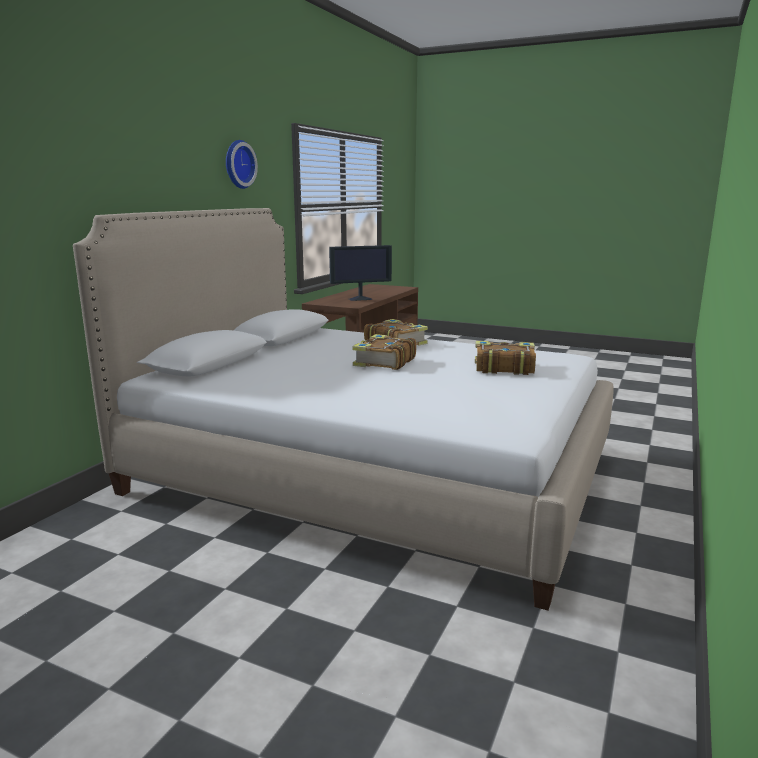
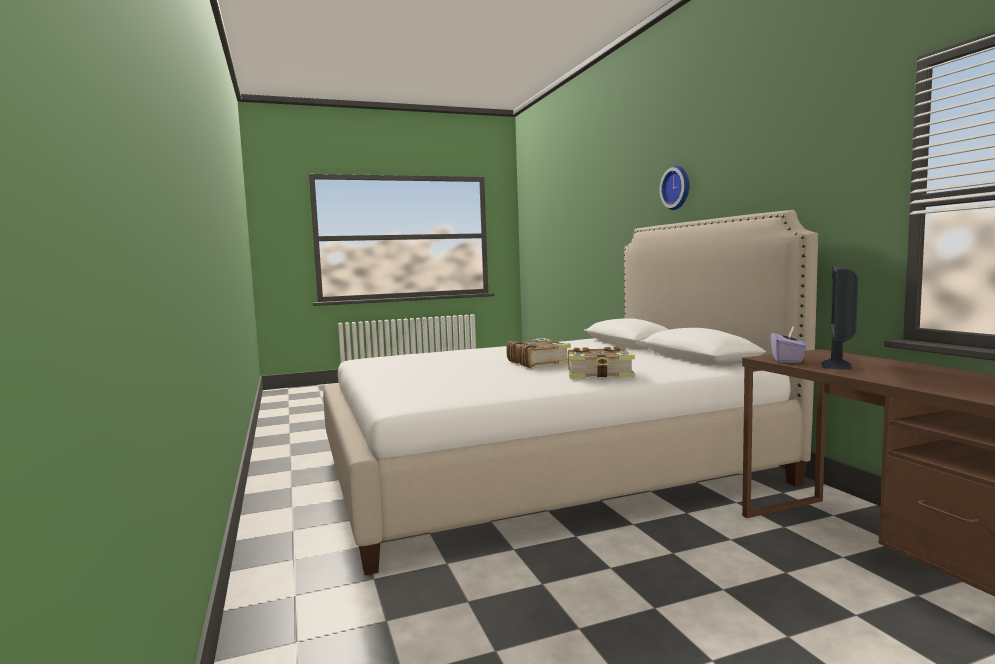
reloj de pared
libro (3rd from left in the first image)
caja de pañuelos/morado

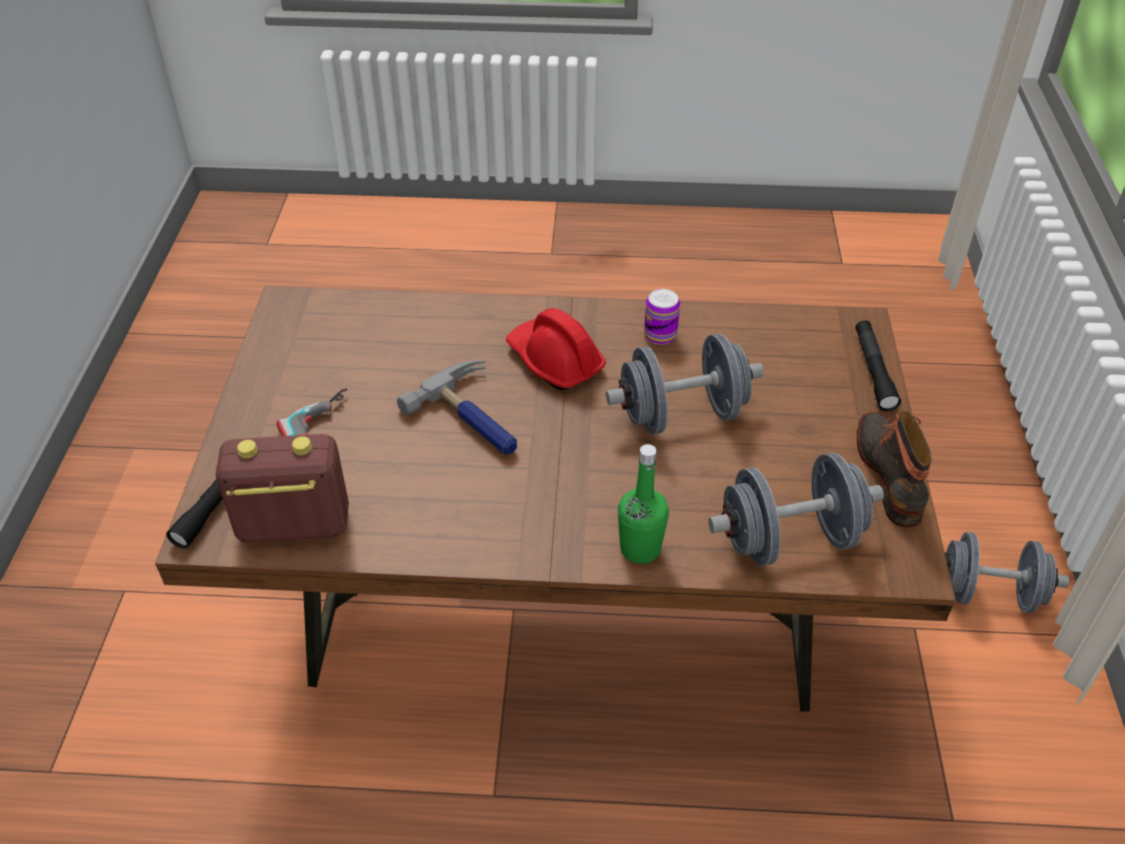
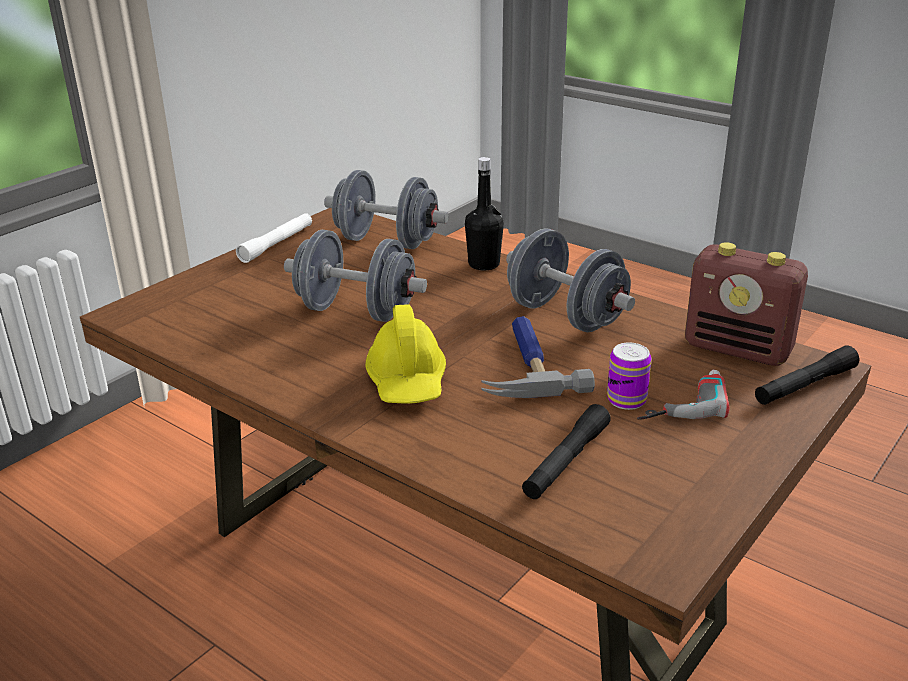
casco/amarillo
botella/negro
lata
linterna/negro (1st from left)
linterna/blanco
mancuerna/gris (3rd from left)

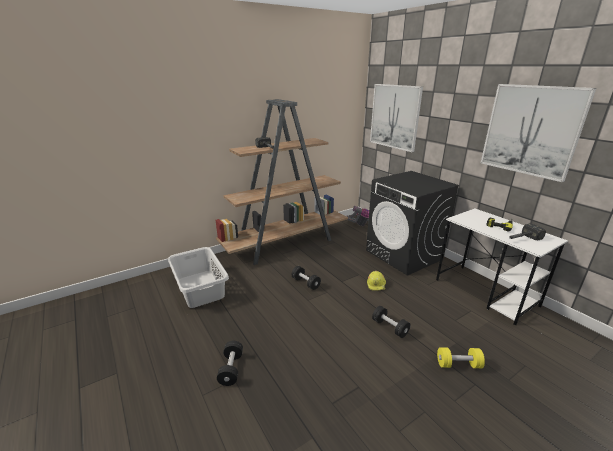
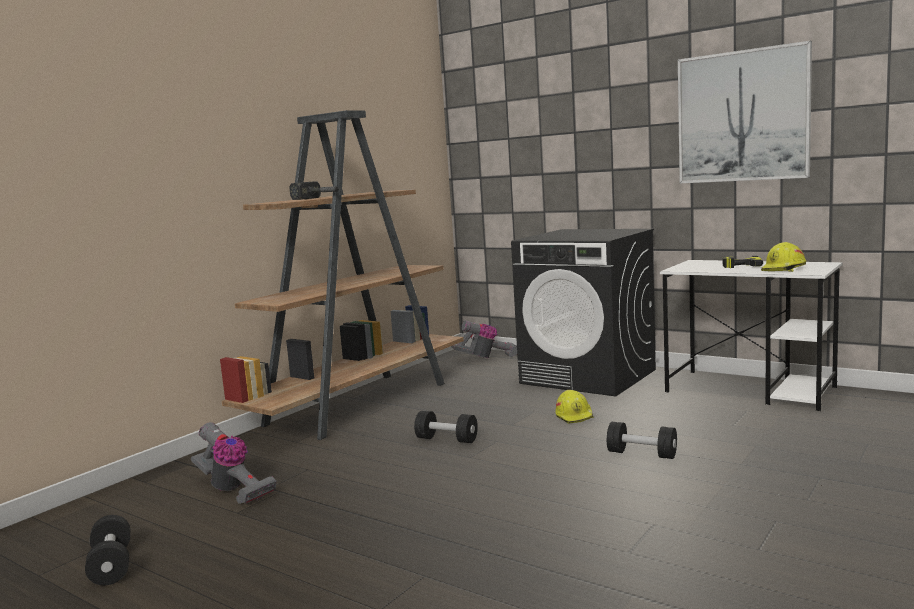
aspiradora (1st from left)
mancuerna/negro (1st from left)
cuadro (1st from left in the first image)
mancuerna/amarillo
casco/amarillo (2nd from left)

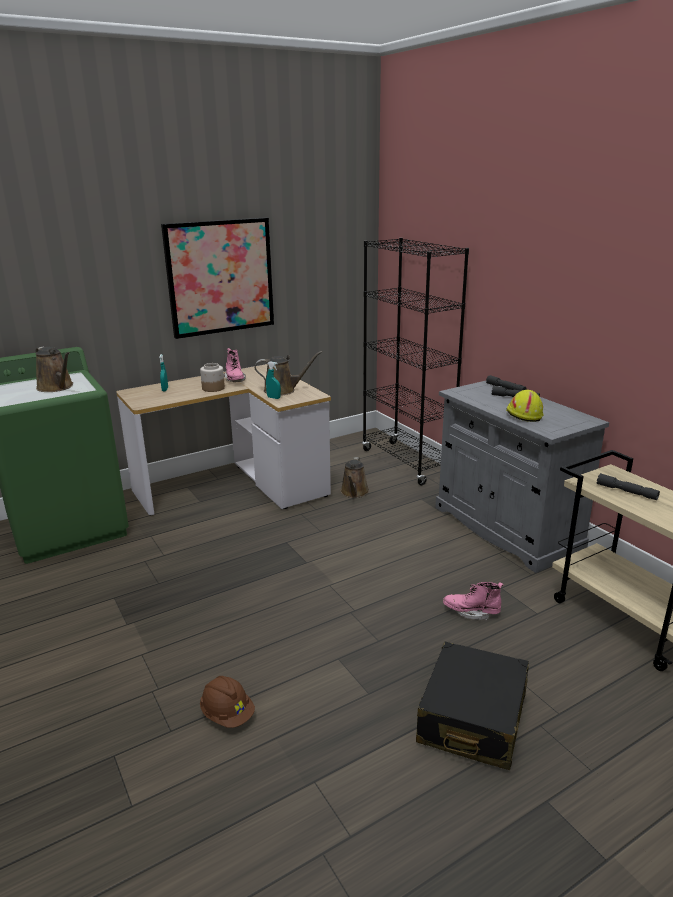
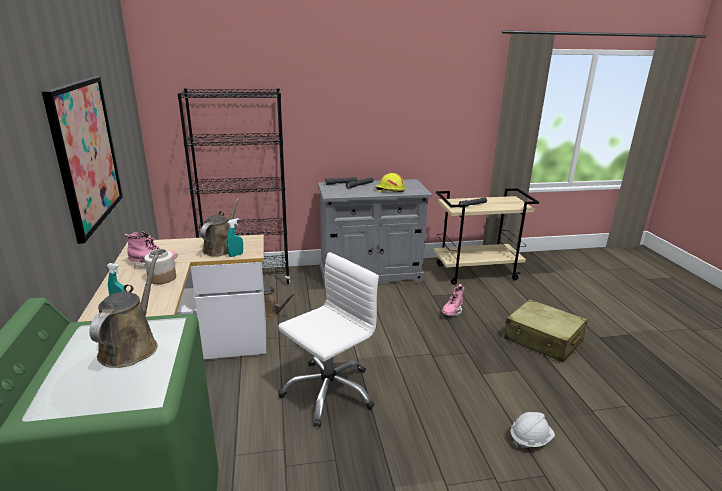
regadera/marrón (1st from left)
casco/blanco
maleta/beis
silla de oficina/blanco

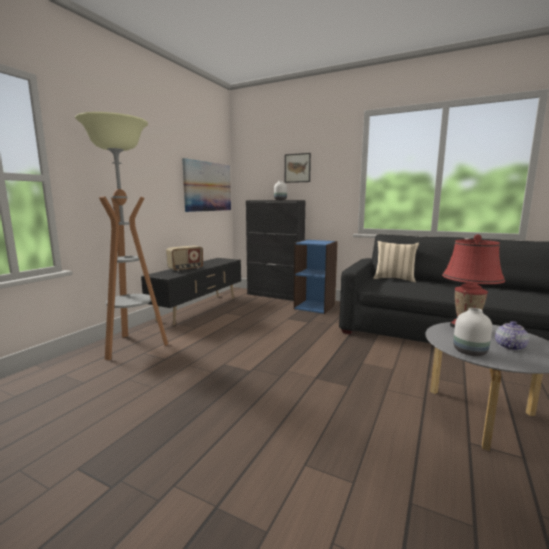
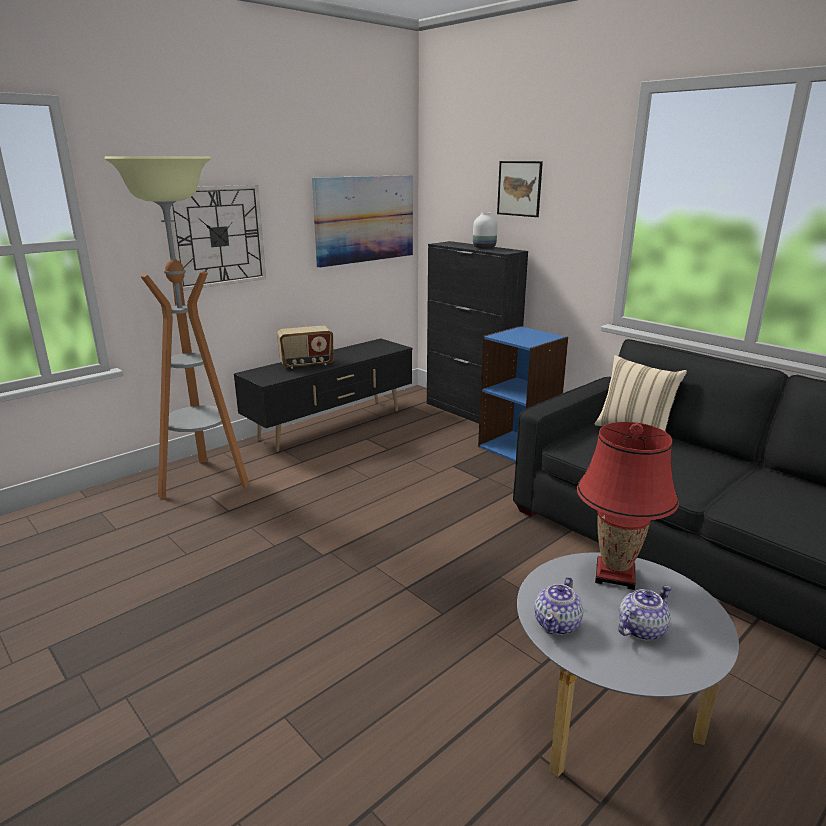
tetera (1st from left)
reloj de pared

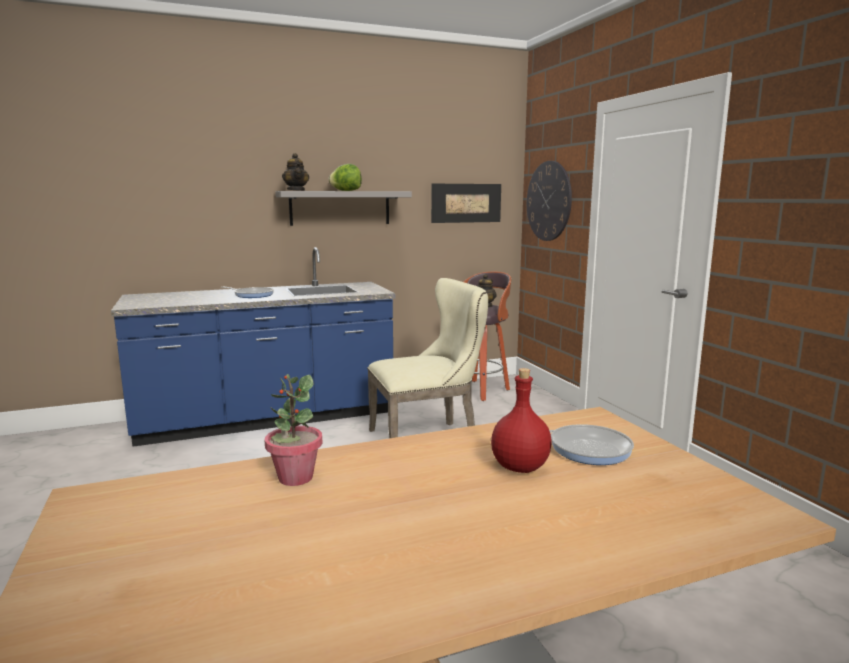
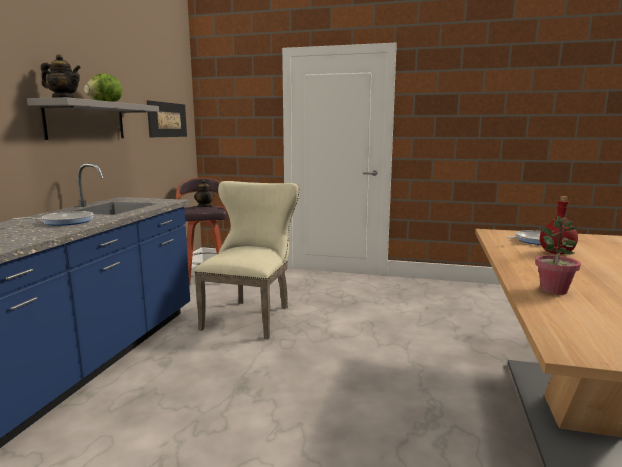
reloj de pared

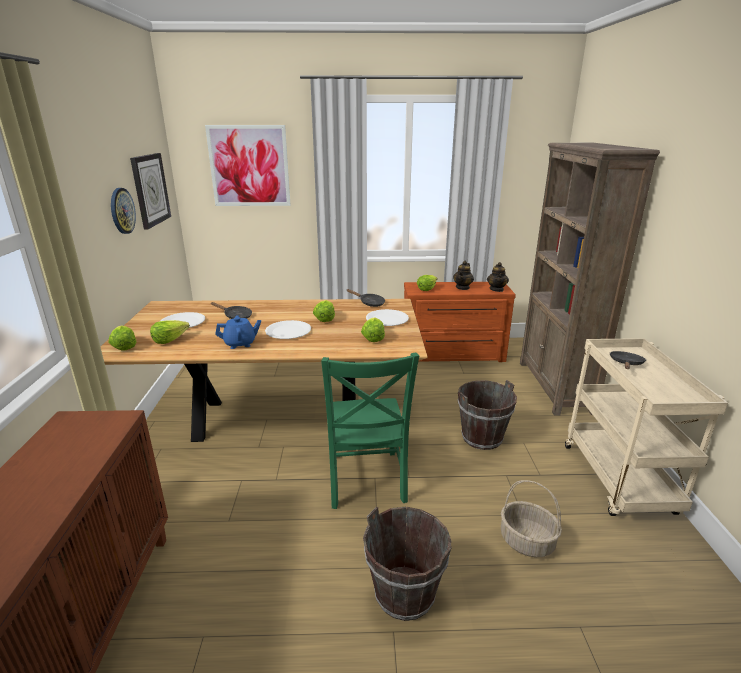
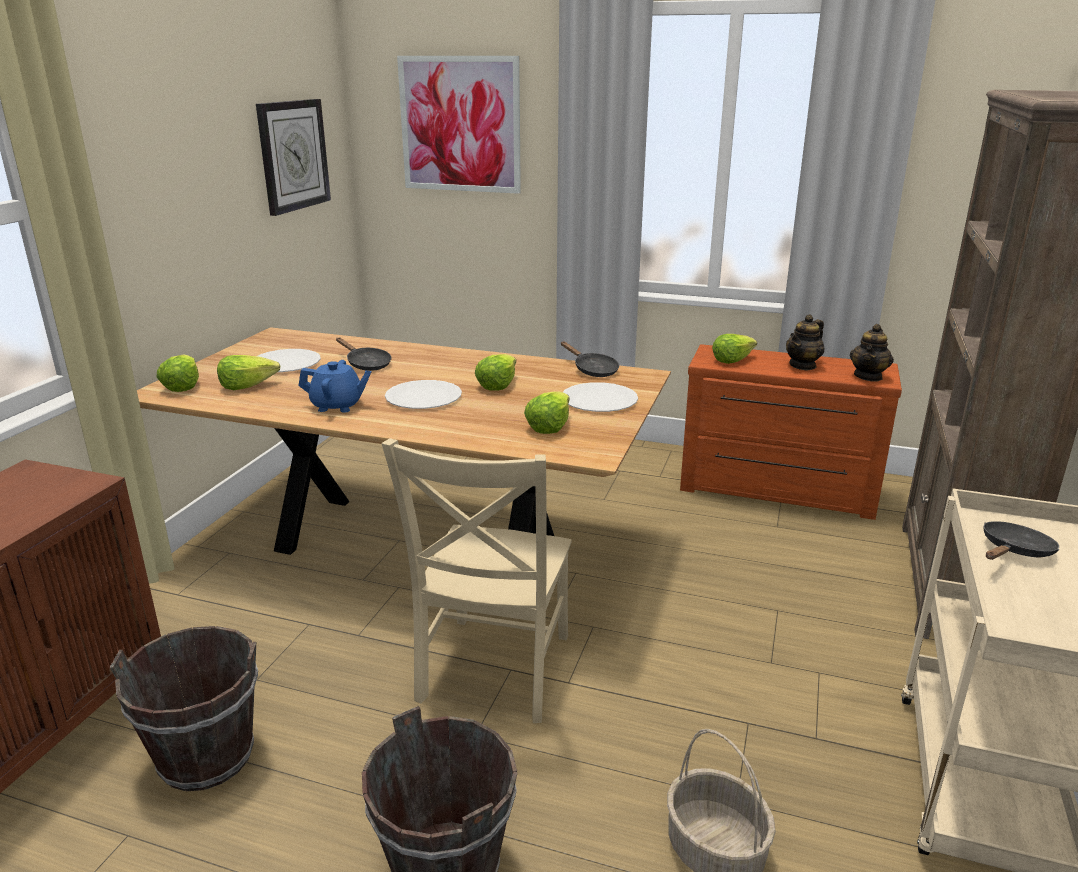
reloj de pared (1st from left in the first image)
silla/beis
cubo/marrón (1st from left)

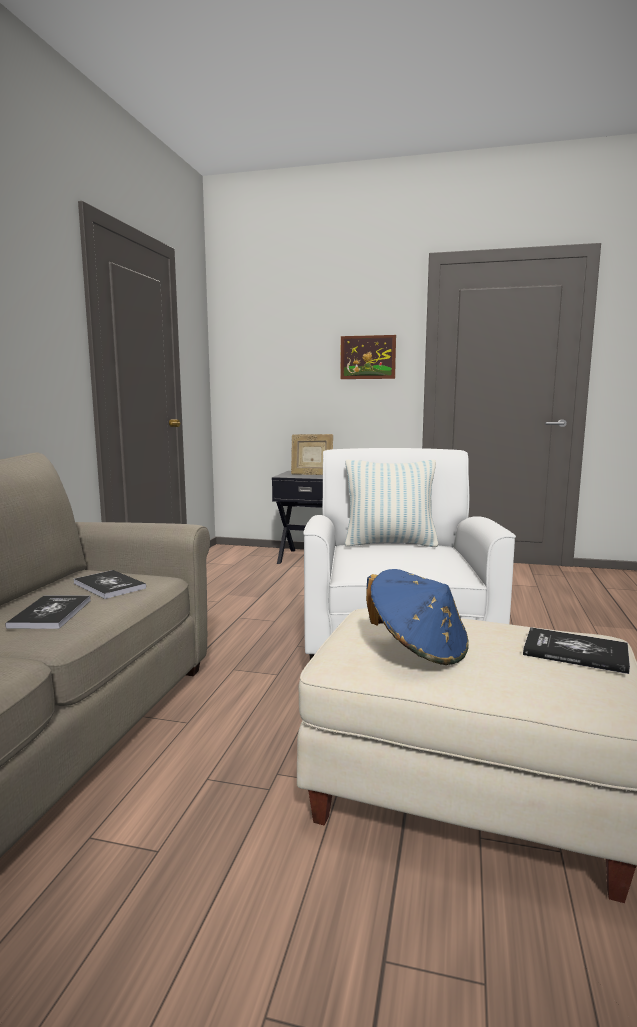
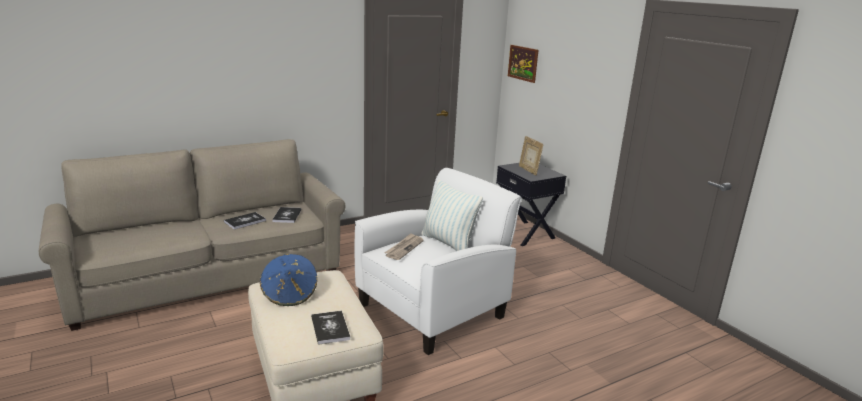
cuadro
periódico

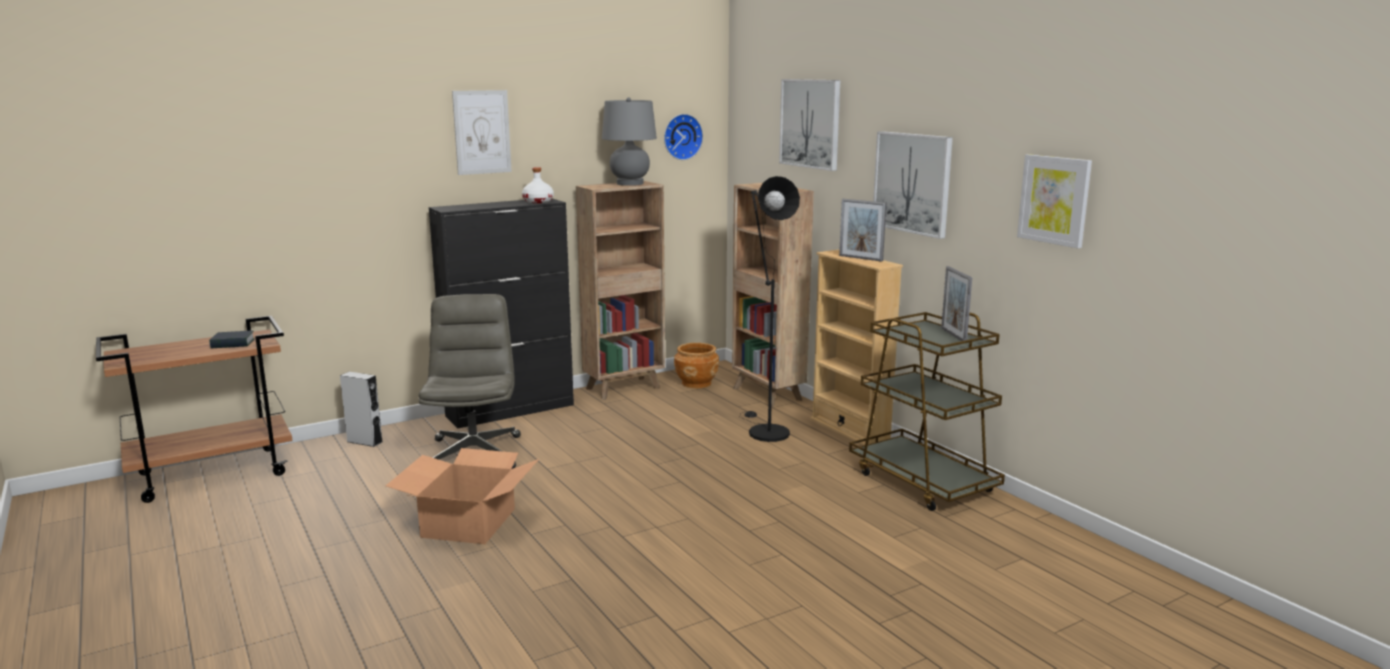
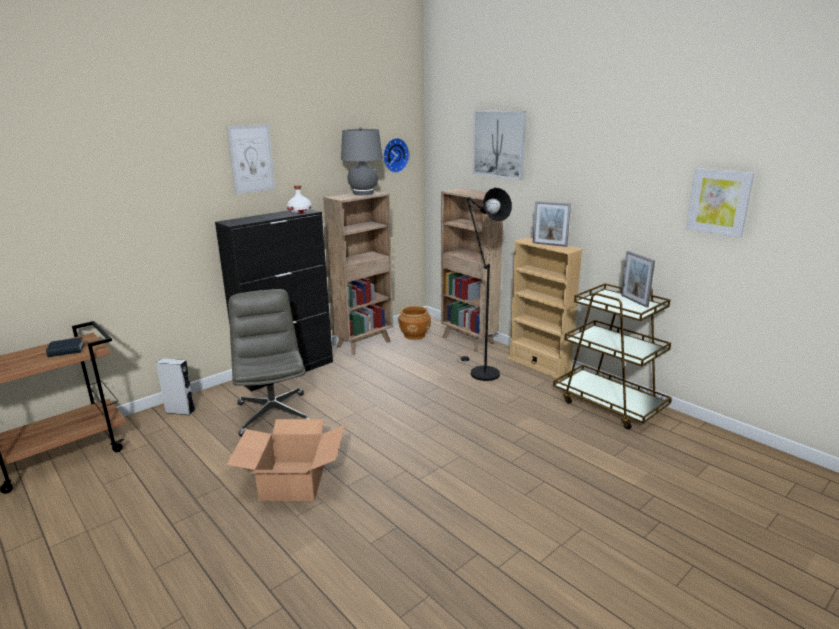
cuadro (3rd from left in the first image)

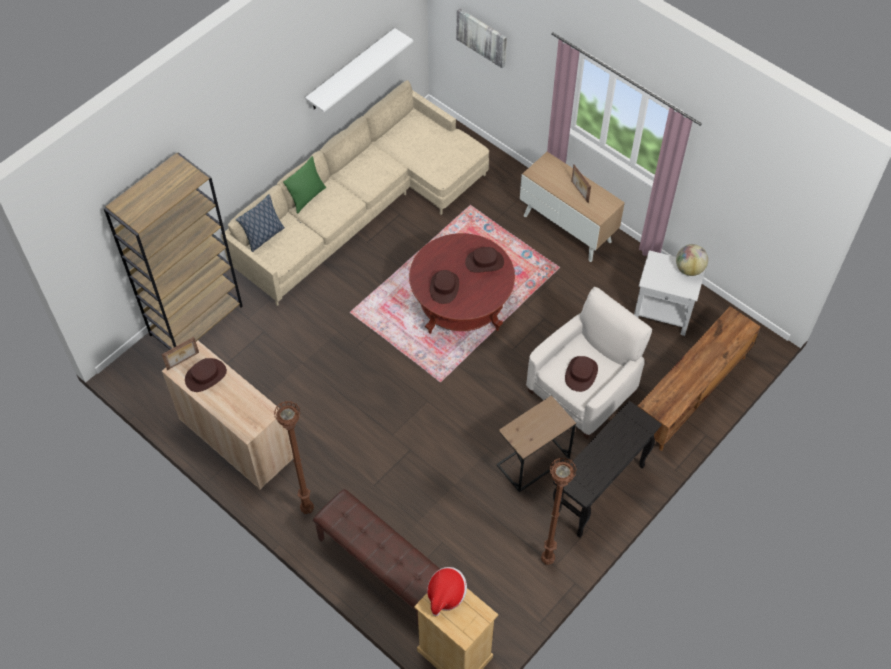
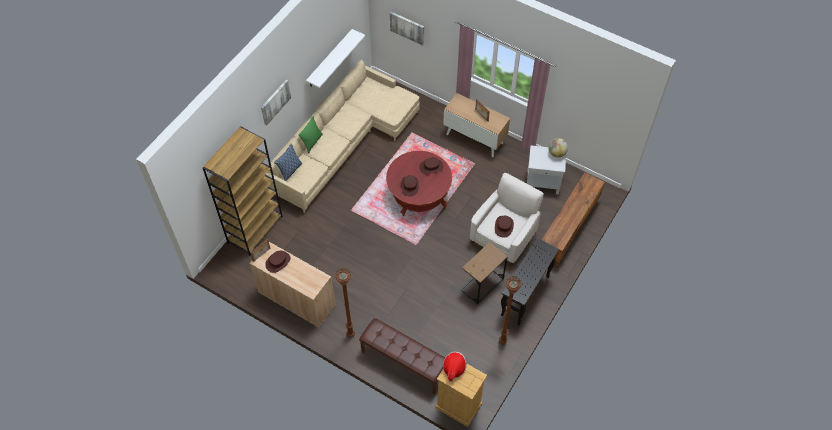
cuadro (1st from left)

